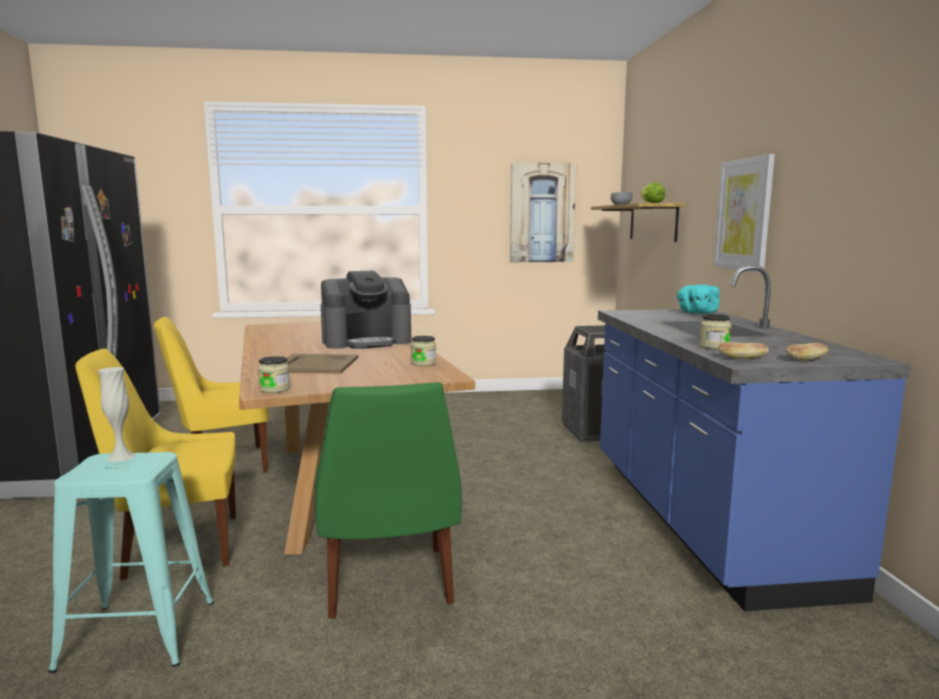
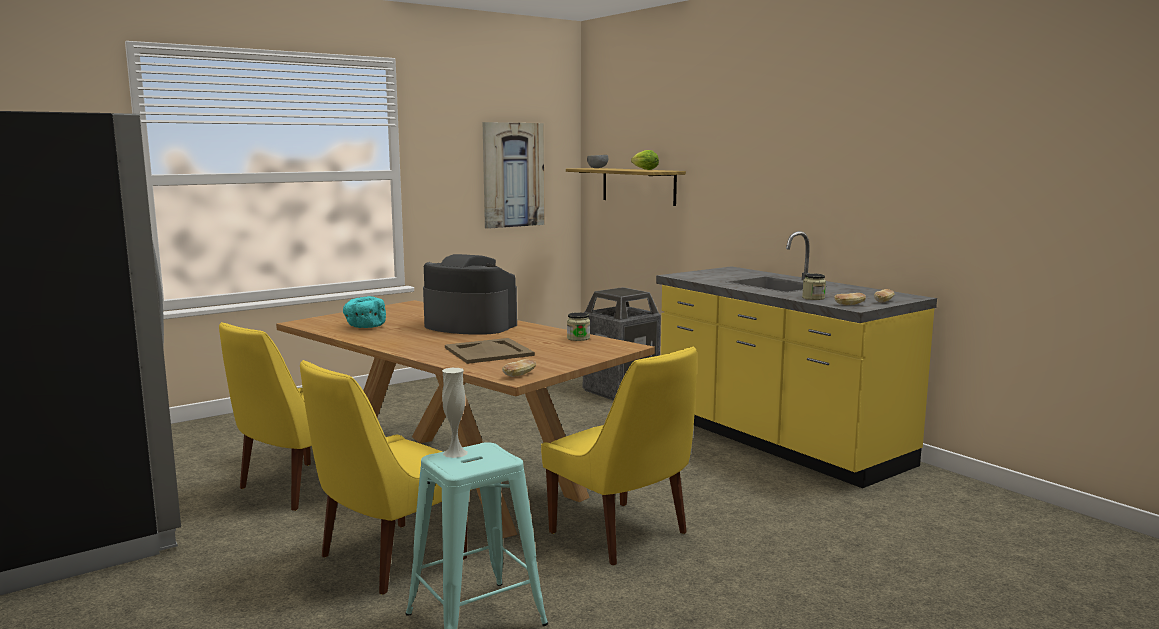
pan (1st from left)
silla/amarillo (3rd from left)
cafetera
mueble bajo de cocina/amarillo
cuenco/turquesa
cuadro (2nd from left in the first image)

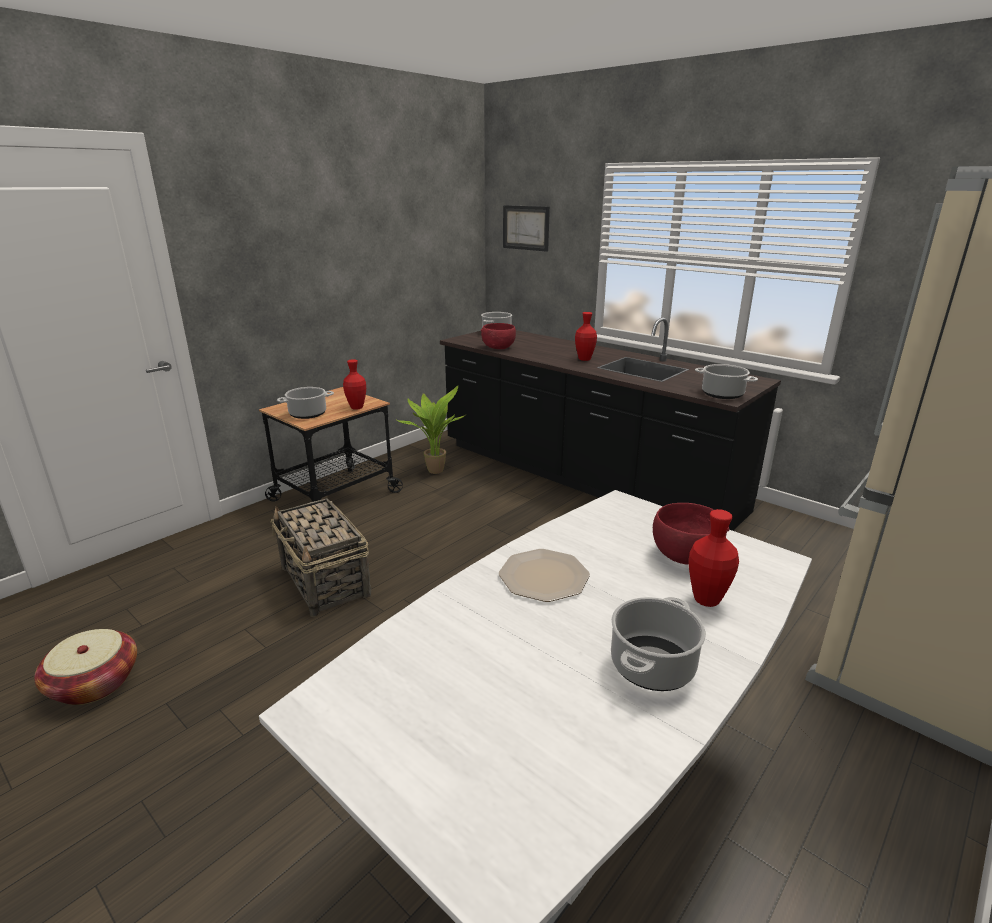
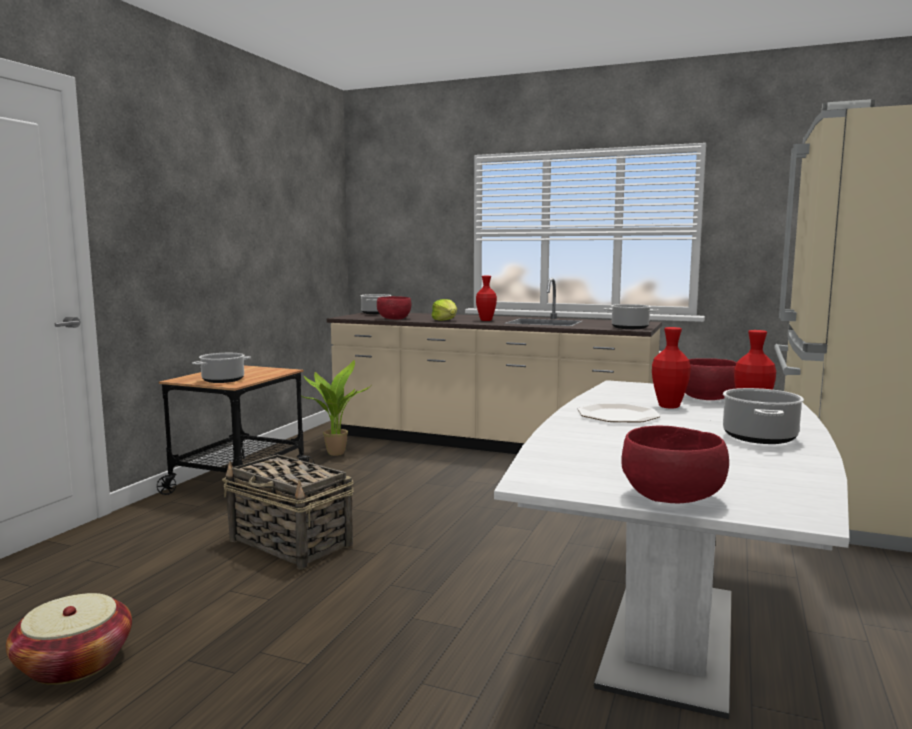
florero/rojo (2nd from left)
mueble bajo de cocina/beis
cuadro
lechuga
cuenco/rojo (2nd from left)

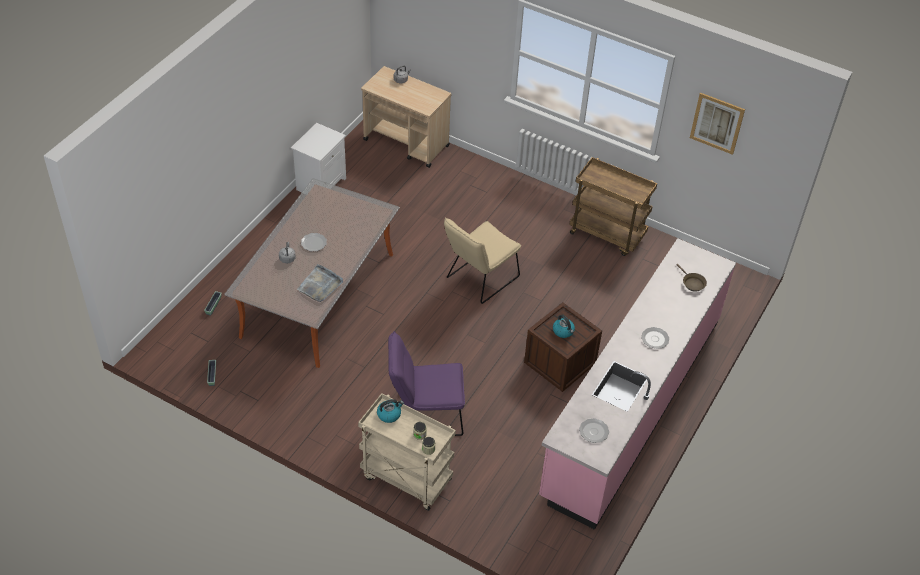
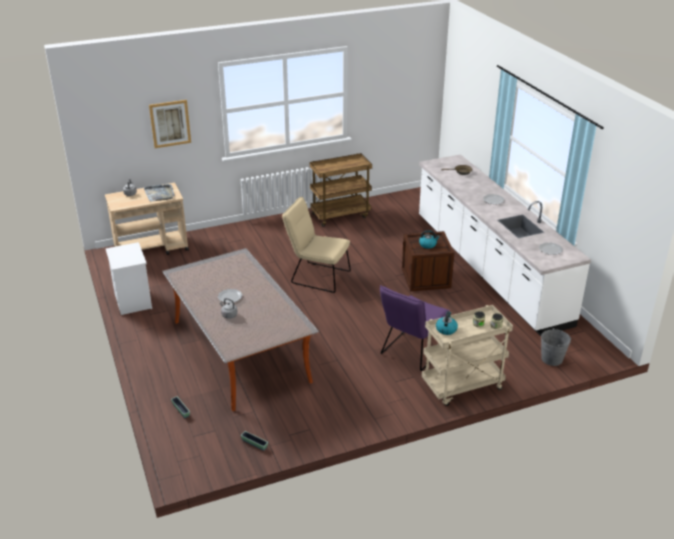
bandeja/gris
silla/beis
mueble bajo de cocina/blanco
cuadro
cubo/gris

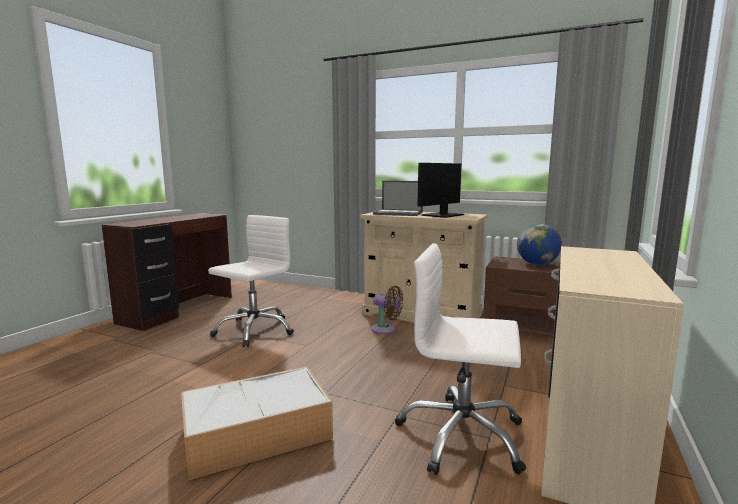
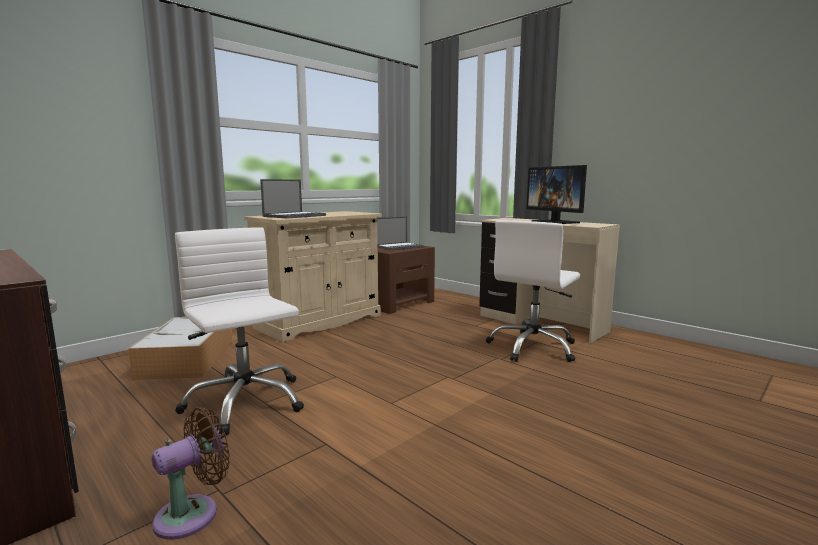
caja de almacenaje
ventilador/marrón
monitor
portátil (2nd from left)

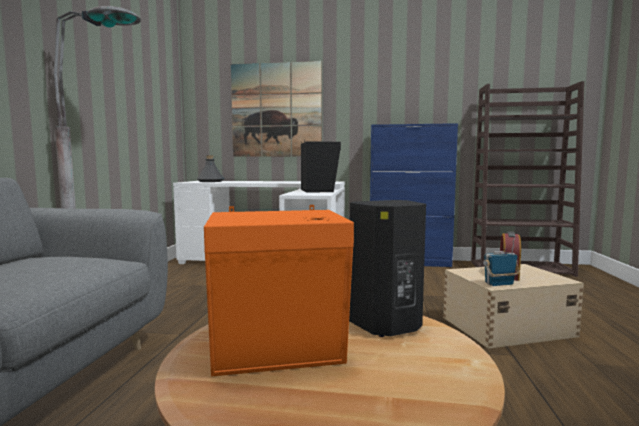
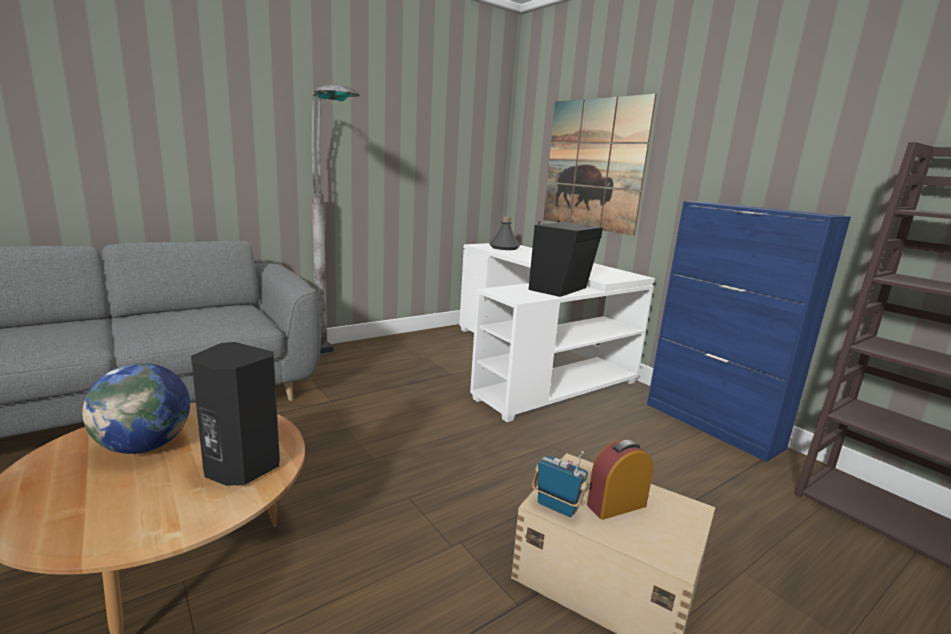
globo terráqueo

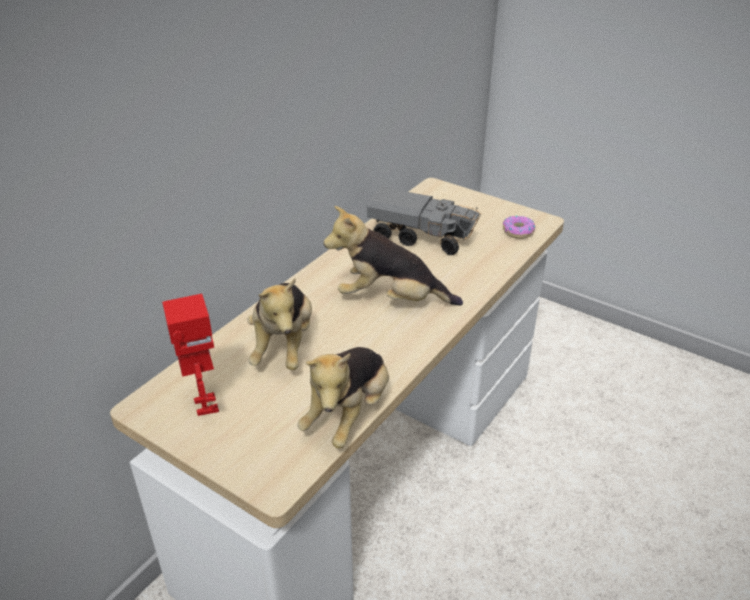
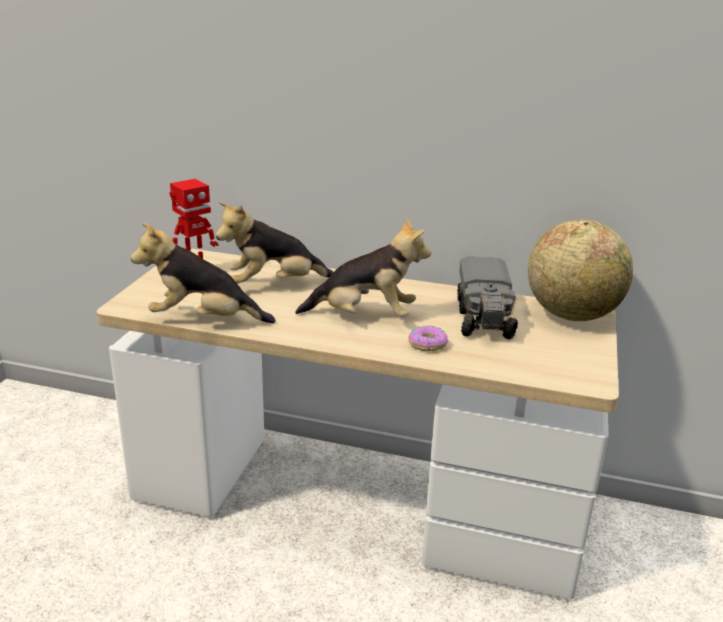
peluche (3rd from left)
rosquilla
globo terráqueo

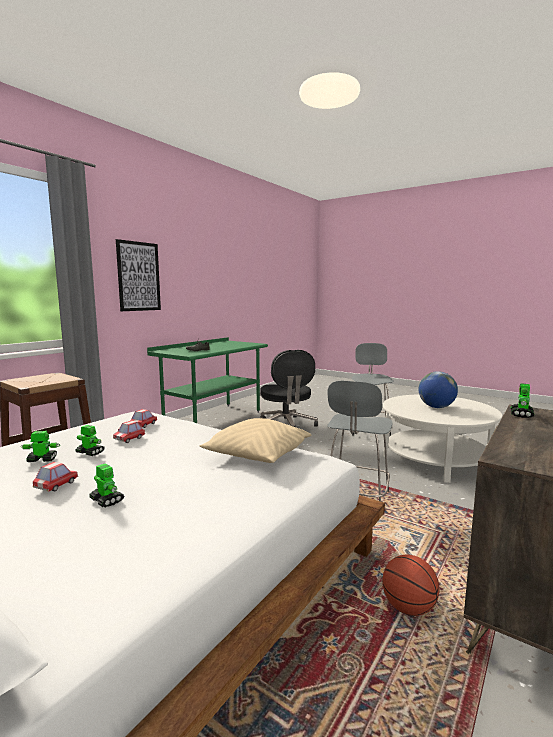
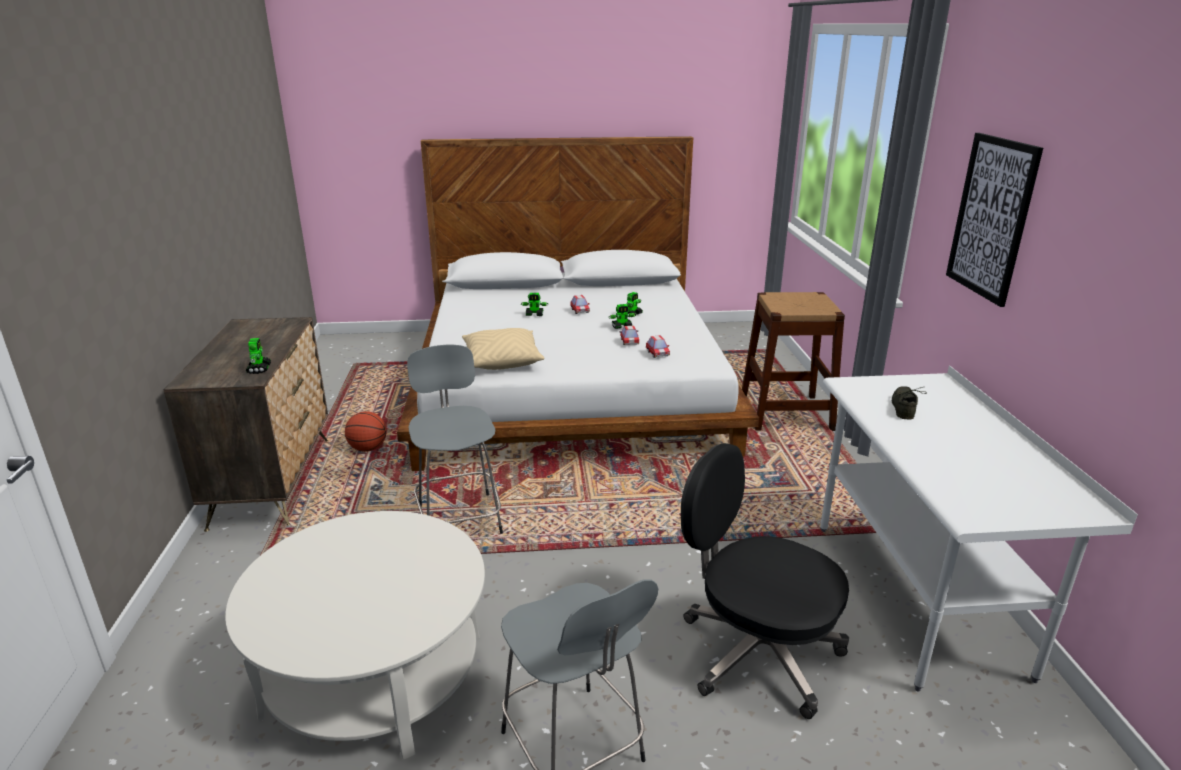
escritorio/blanco
globo terráqueo

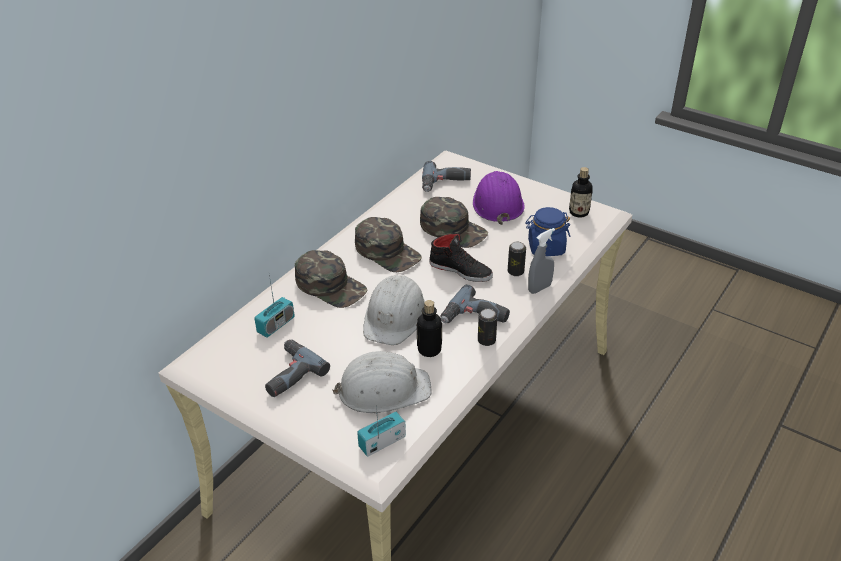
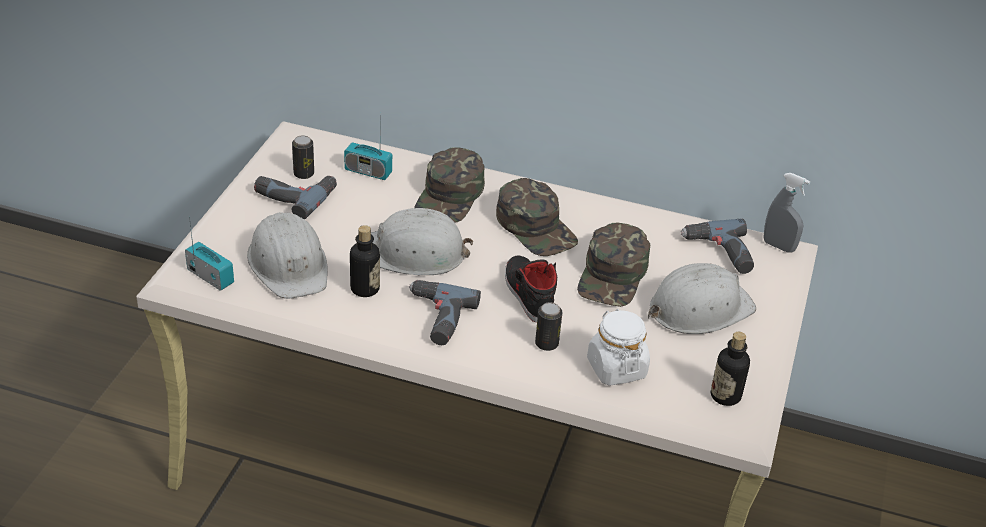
gorra/verde (2nd from left)
zapato/negro
casco/blanco (3rd from left)
lata (1st from left)
tarro/blanco
pulverizador/gris

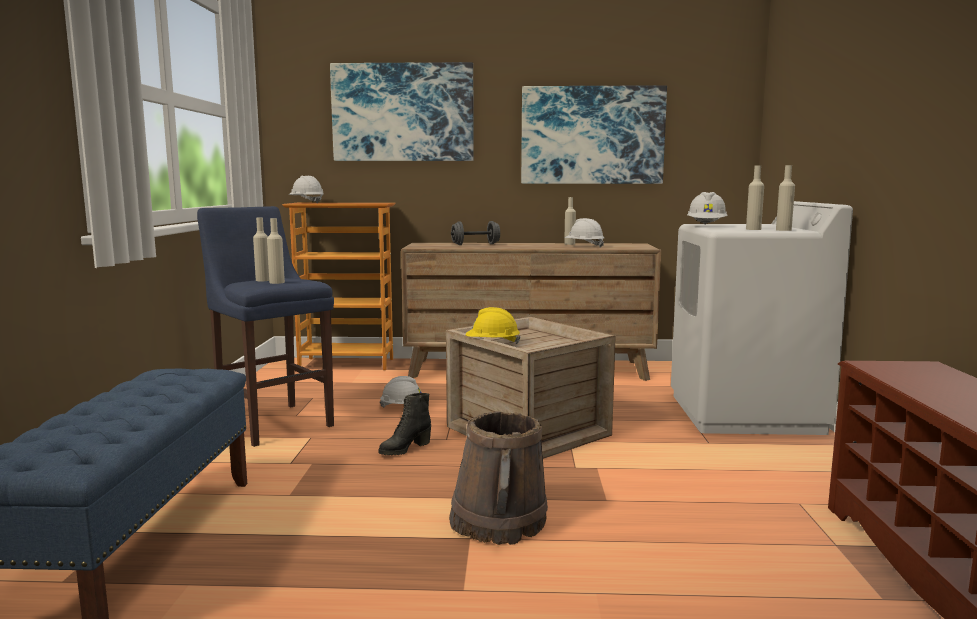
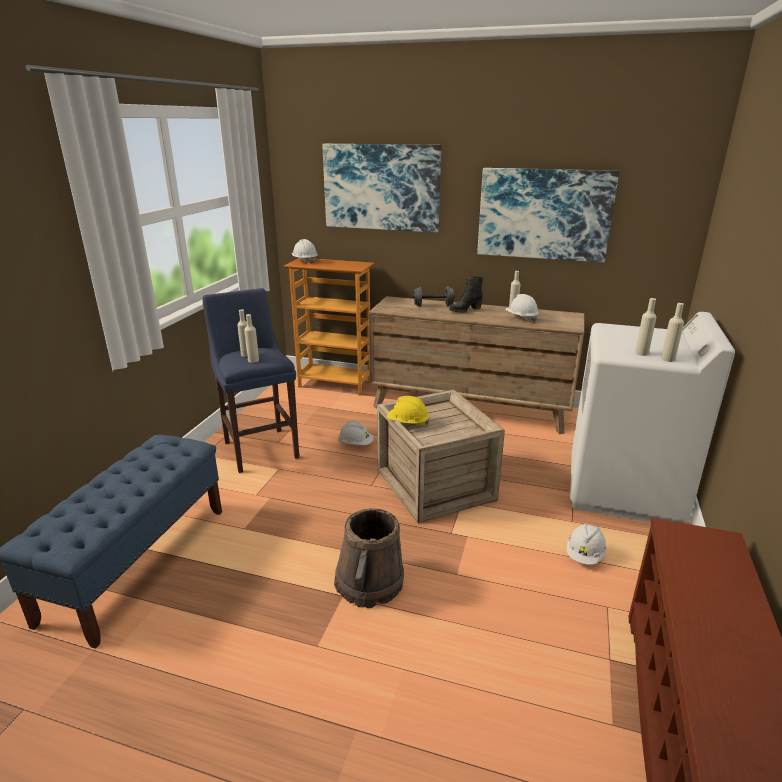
bota/negro
casco/blanco (4th from left)

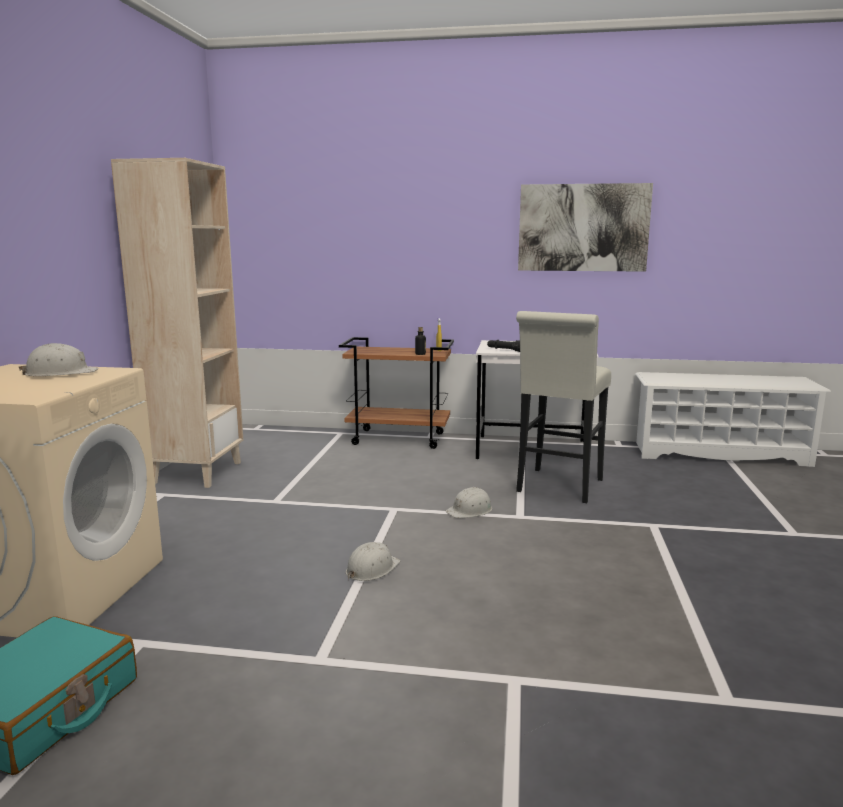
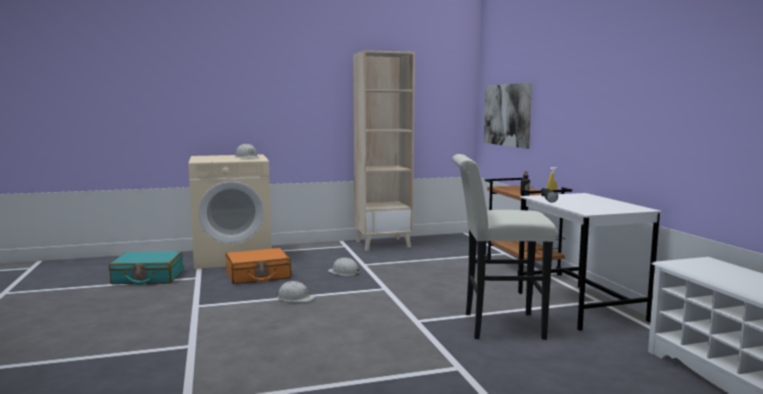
casco/blanco (3rd from left)
cuadro
maleta/naranja

